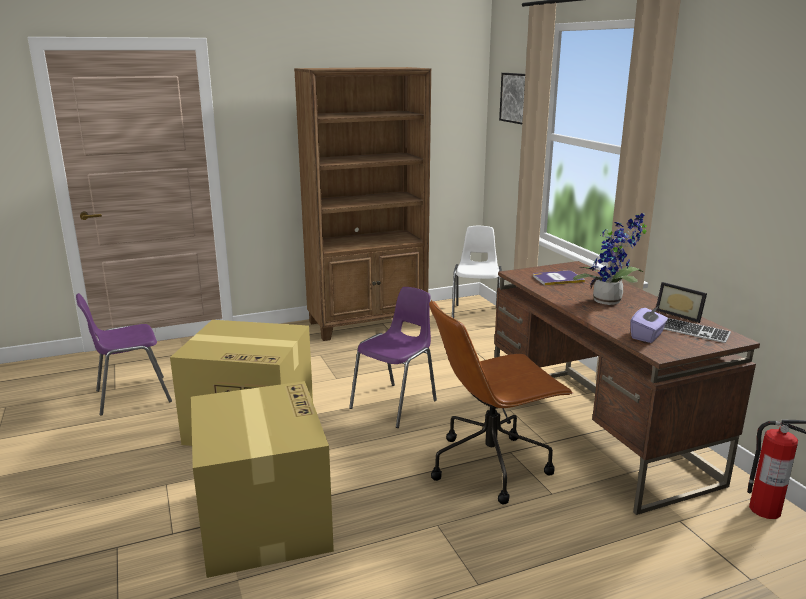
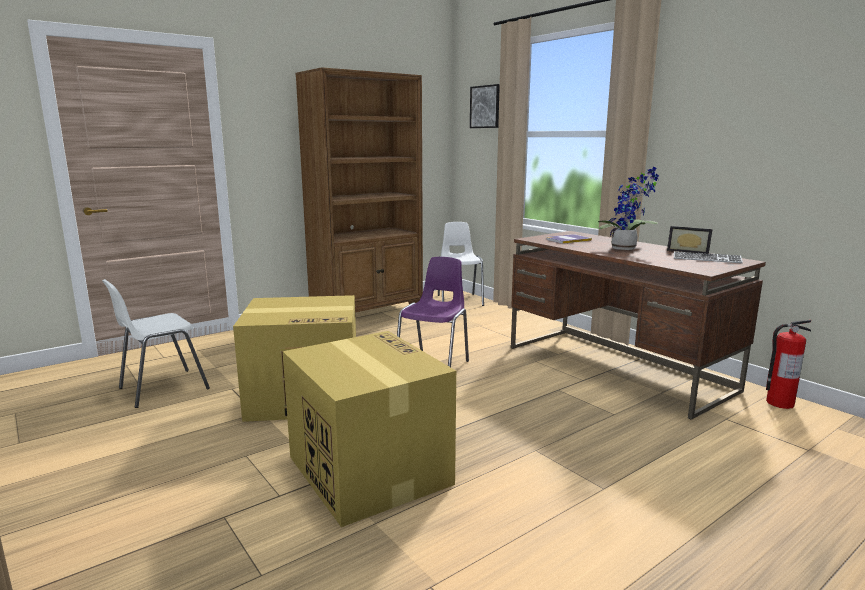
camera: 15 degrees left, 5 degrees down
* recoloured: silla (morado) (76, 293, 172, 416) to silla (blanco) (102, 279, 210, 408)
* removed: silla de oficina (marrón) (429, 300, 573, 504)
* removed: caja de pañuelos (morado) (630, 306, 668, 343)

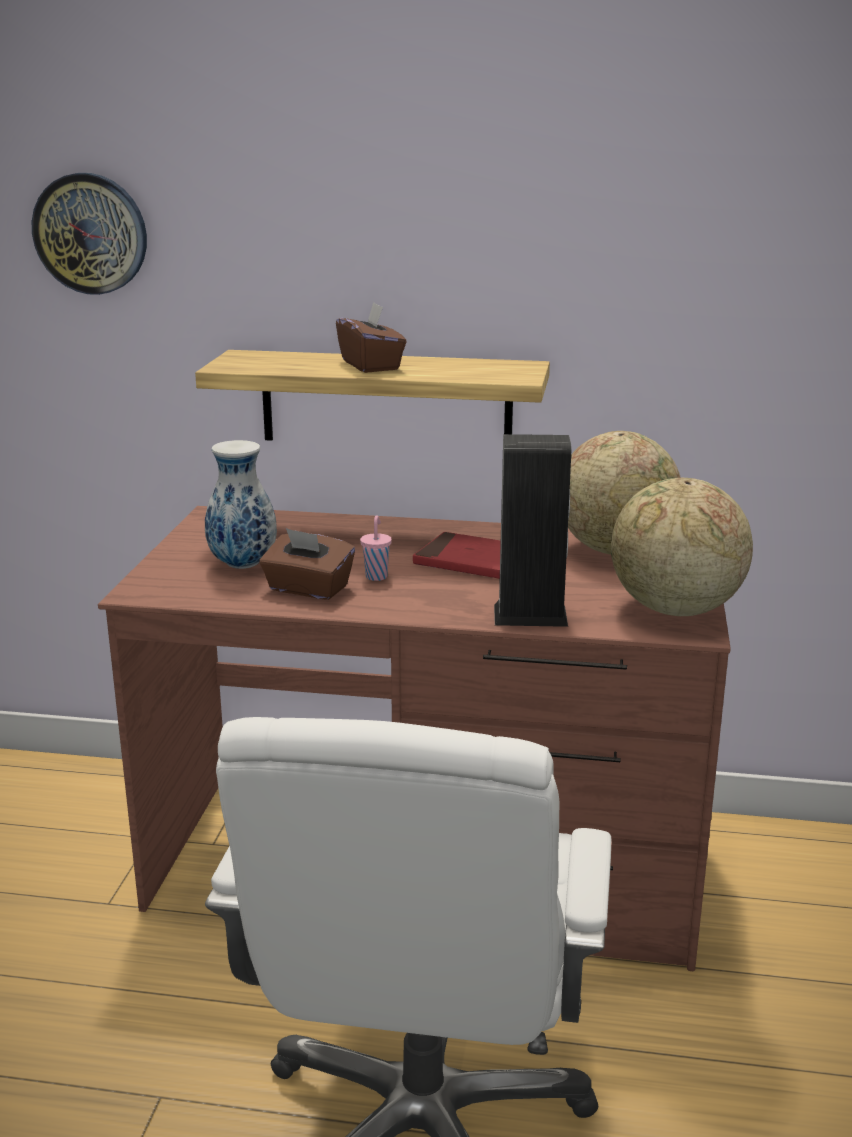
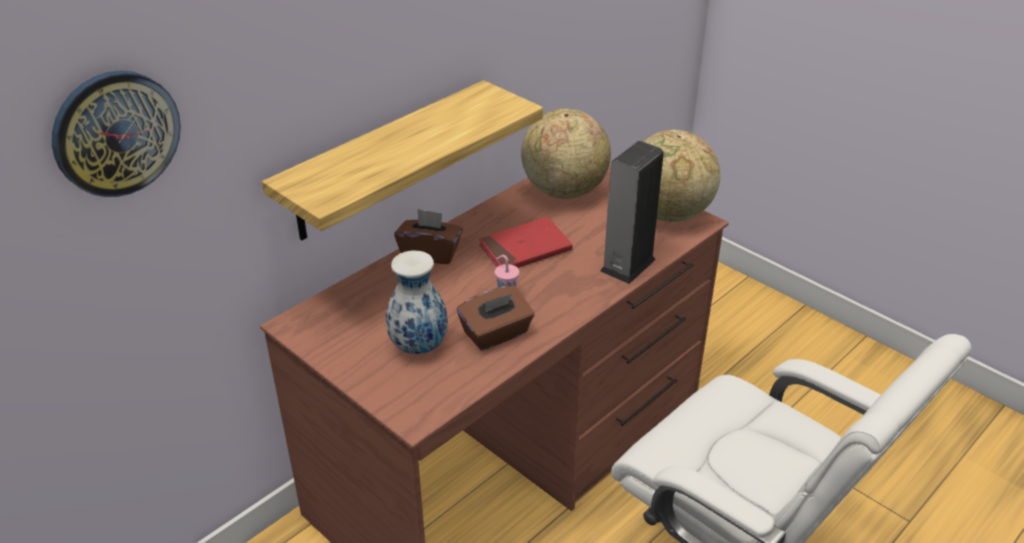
camera: 55 degrees left, 15 degrees up
* moved: caja de pañuelos (marrón) (336, 302, 407, 373) to (394, 209, 463, 264)

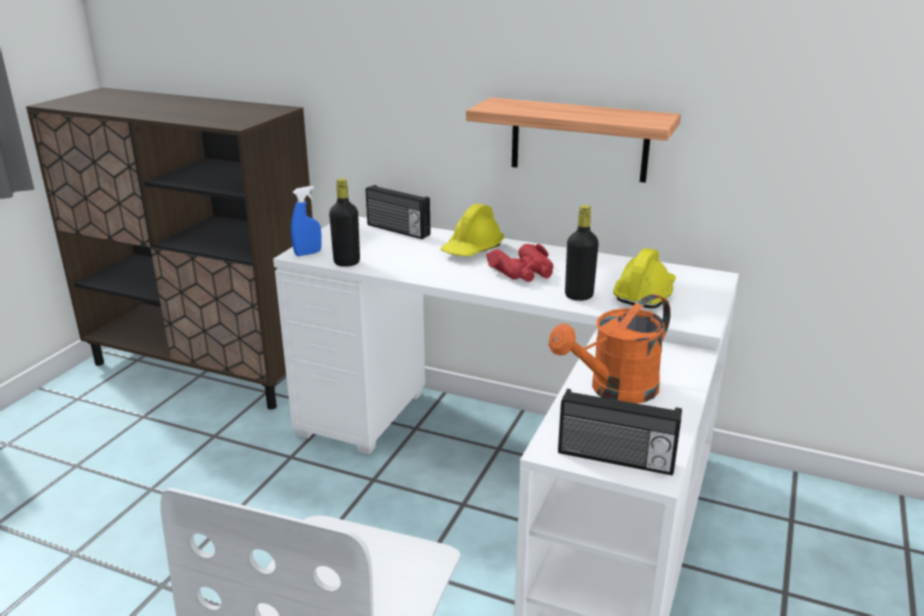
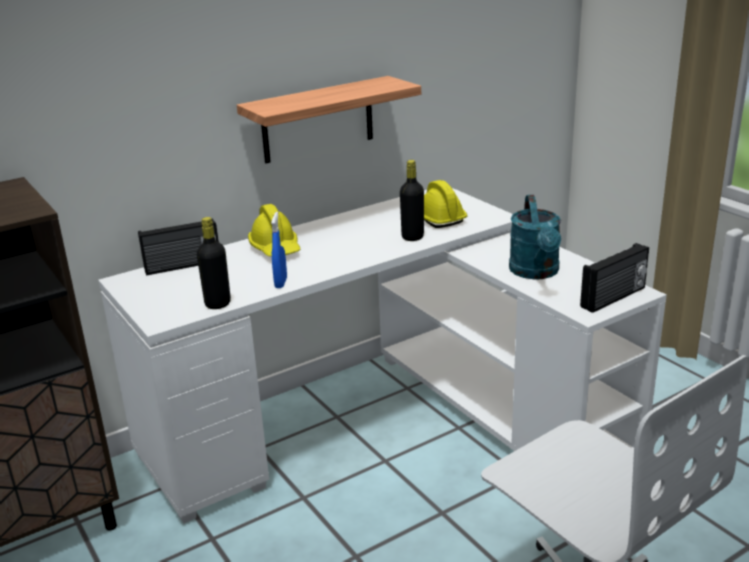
camera: 55 degrees left, 0 degrees up
* moved: pulverizador (azul) (291, 186, 322, 256) to (271, 212, 287, 288)
* removed: prismáticos (rojo) (486, 244, 553, 282)
* recoloured: regadera (naranja) (548, 294, 671, 404) to regadera (turquesa) (509, 195, 561, 279)

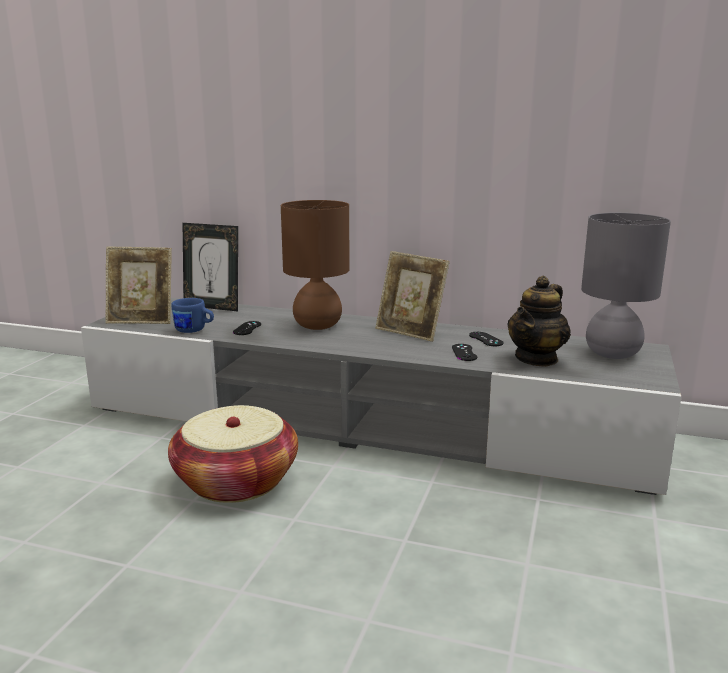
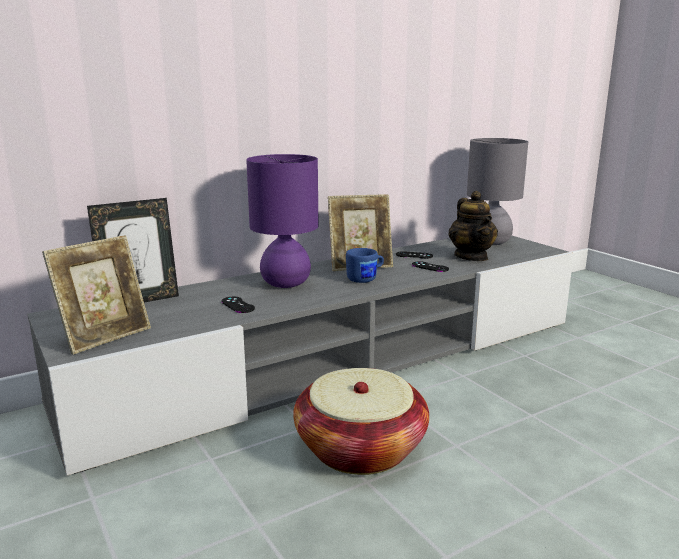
camera: 50 degrees left, 0 degrees up
* moved: taza grande (azul) (171, 298, 214, 333) to (346, 248, 384, 283)
* recoloured: lámpara de mesa (marrón) (281, 200, 350, 330) to lámpara de mesa (morado) (246, 154, 319, 288)

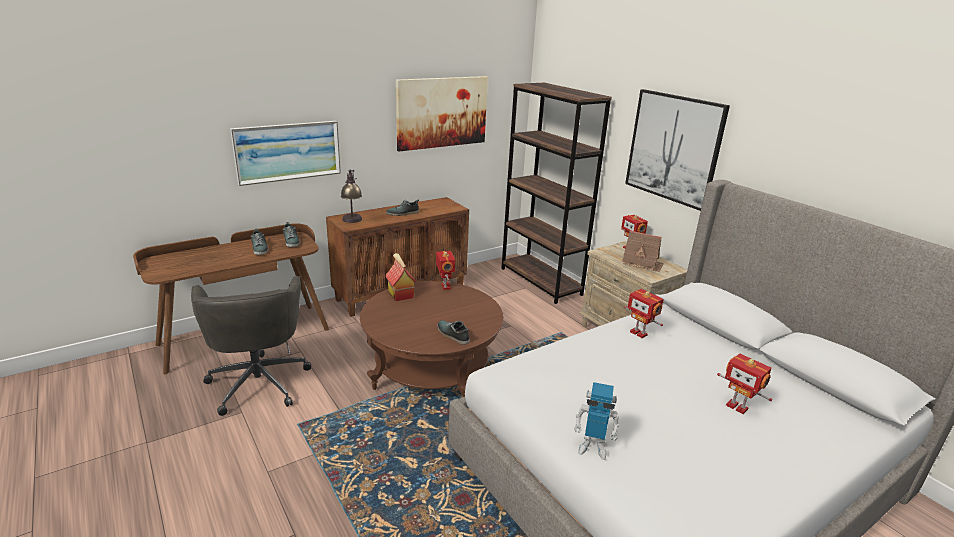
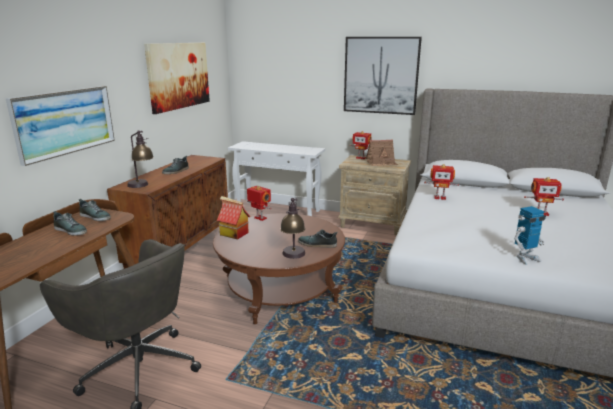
camera: 35 degrees left, 5 degrees down
* replaced: estantería (marrón) (501, 83, 612, 304) to mesa consola (blanco) (228, 141, 325, 216)
* added: lámpara de mesa (280, 198, 305, 259)

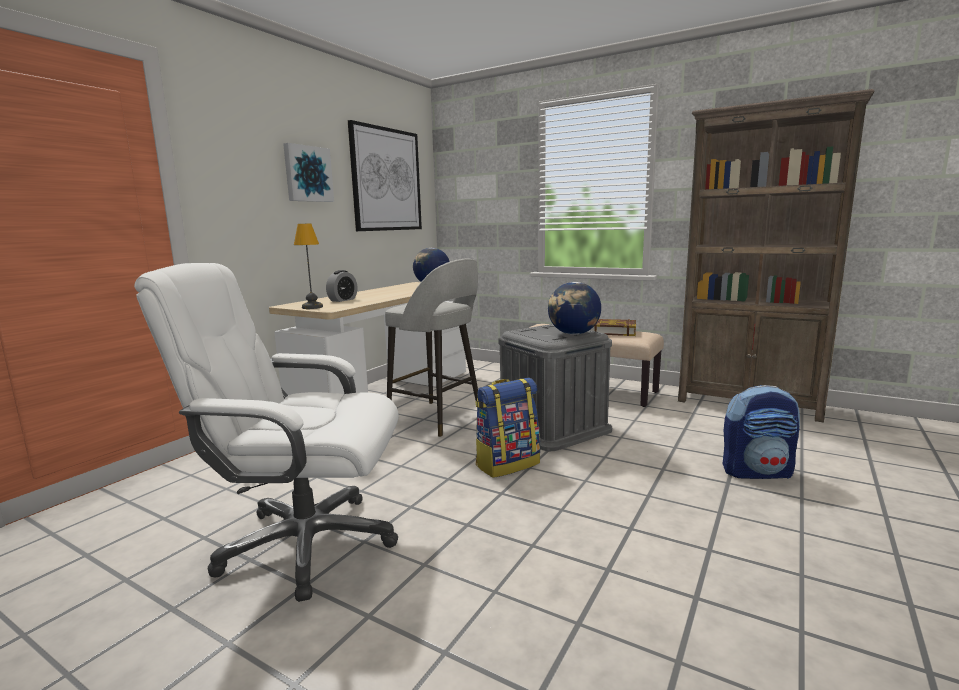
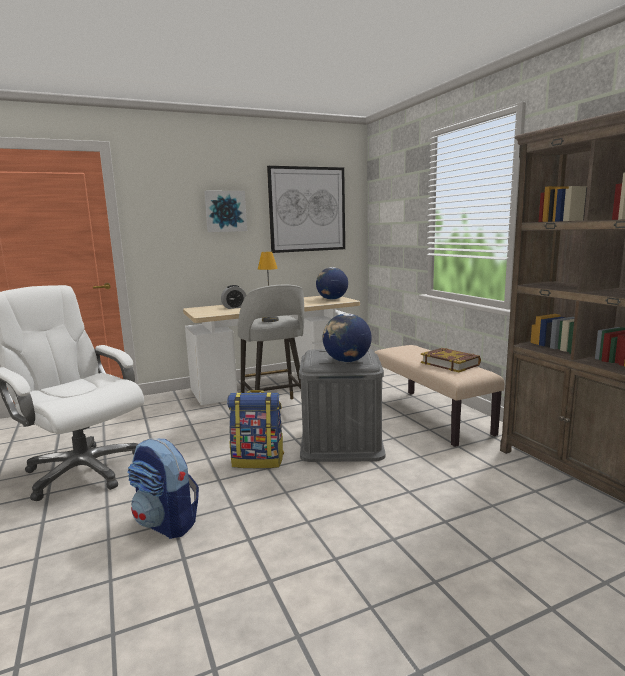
camera: 35 degrees right, 0 degrees up
* moved: lámpara de mesa (294, 224, 323, 309) to (258, 252, 279, 322)
* moved: mochila (723, 385, 800, 479) to (127, 439, 199, 539)

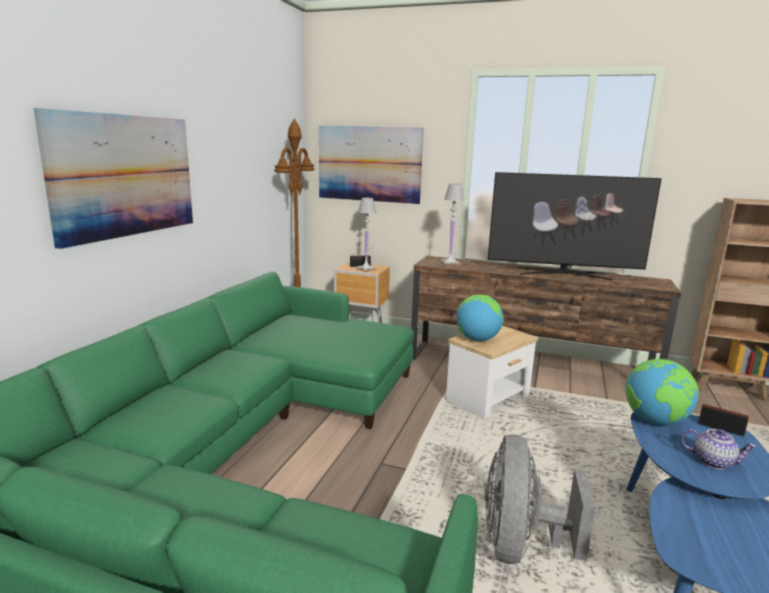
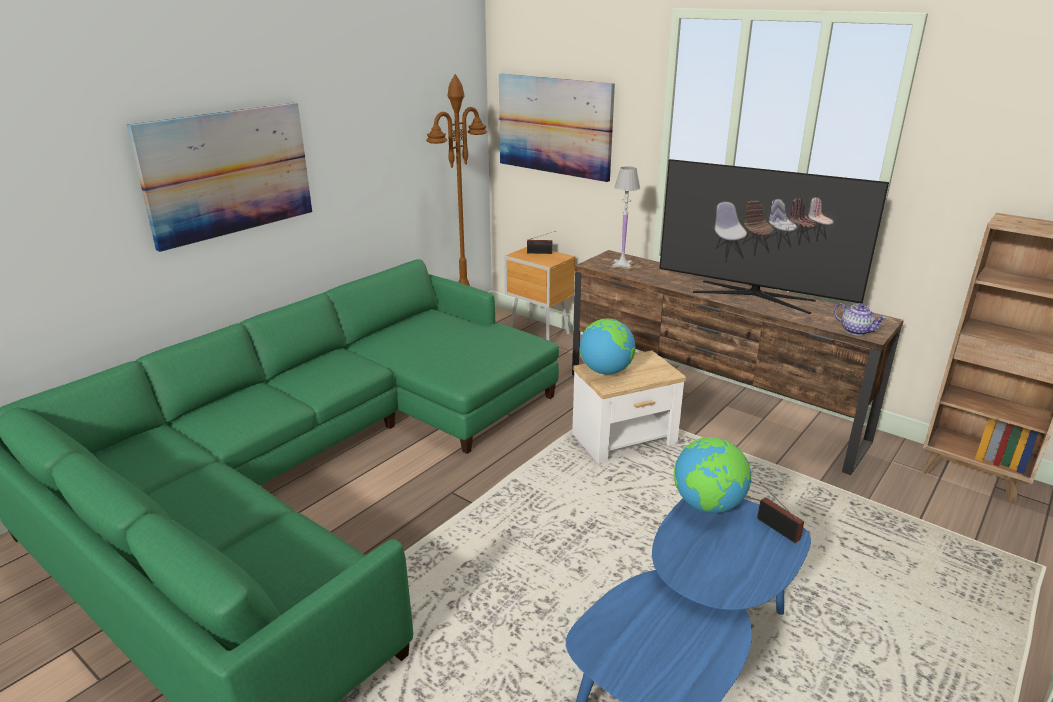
camera: 20 degrees right, 10 degrees up
* removed: lámpara de mesa (blanco) (356, 198, 376, 272)
* removed: ventilador (gris) (485, 435, 596, 564)
* moved: tetera (681, 429, 757, 469) to (834, 303, 887, 335)

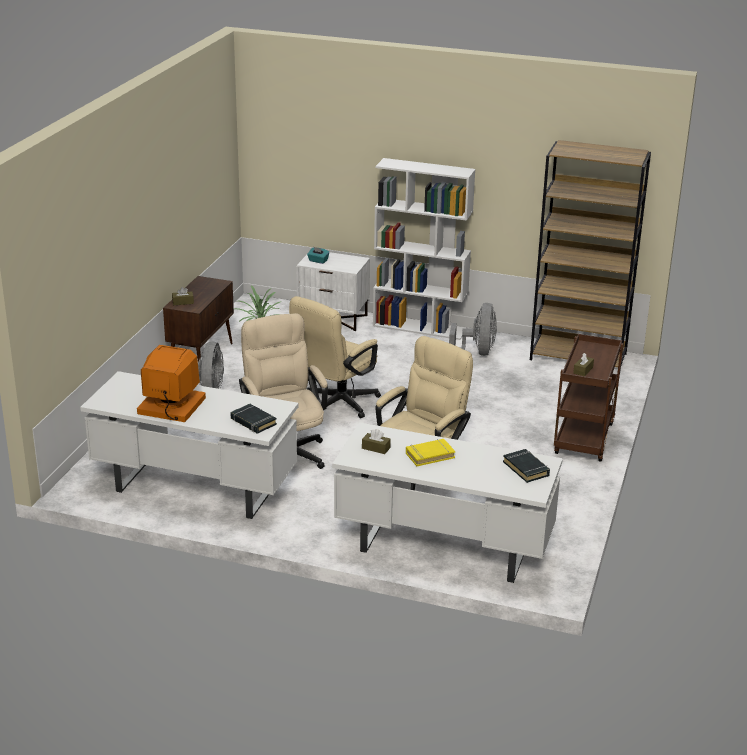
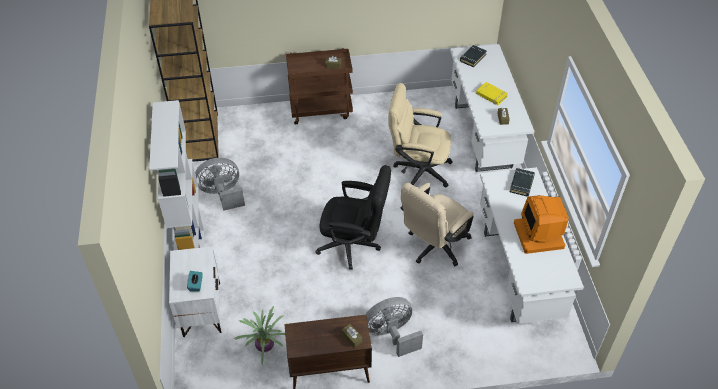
camera: 115 degrees left, 20 degrees up
* recoloured: silla de oficina (beis) (289, 296, 381, 418) to silla de oficina (negro) (315, 165, 391, 270)

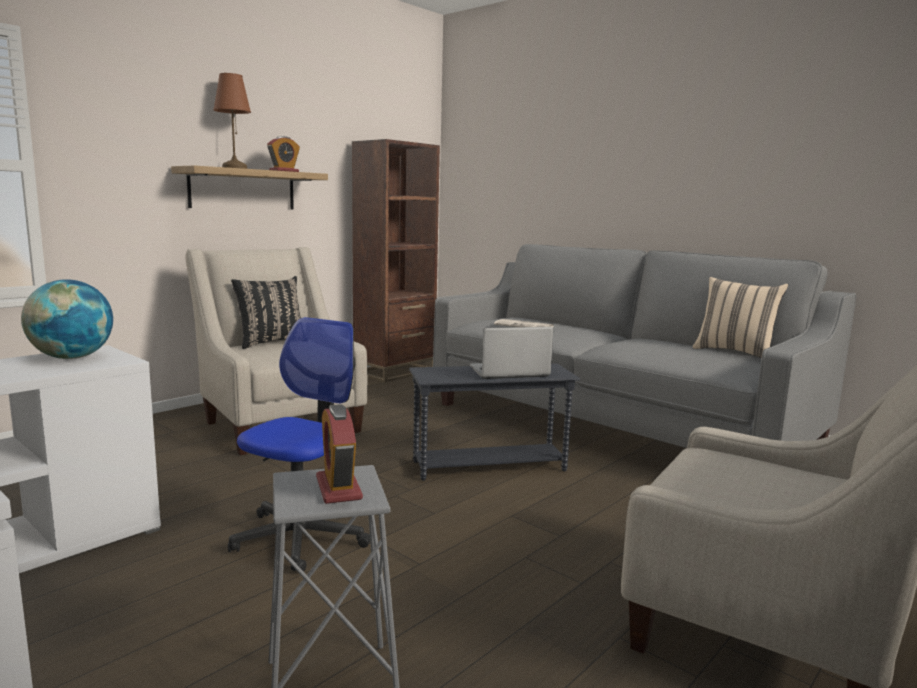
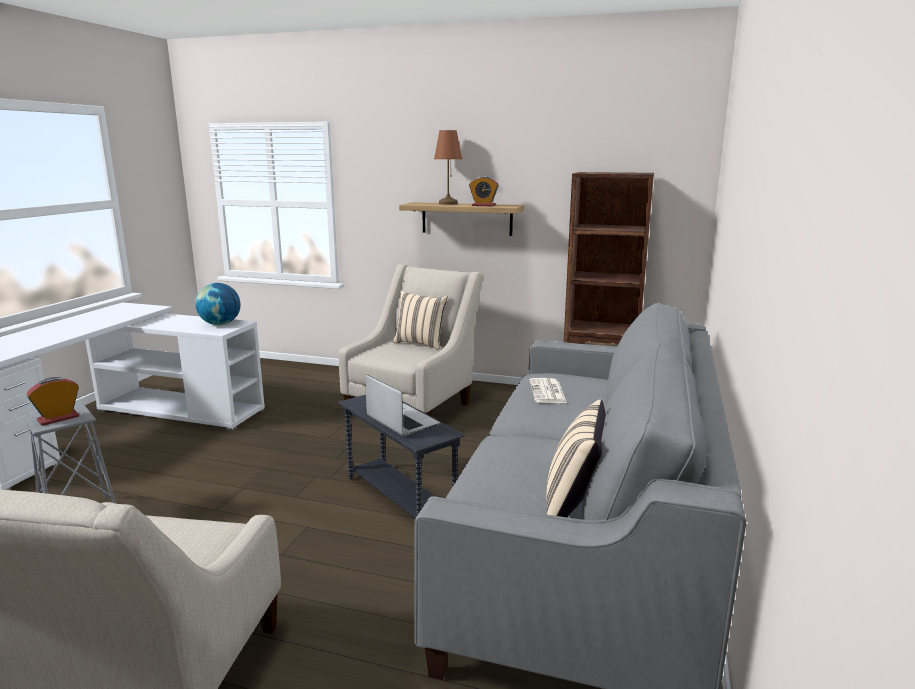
camera: 65 degrees right, 5 degrees up
* removed: silla de oficina (228, 317, 370, 572)
* recoloured: cojín (negro) (231, 276, 301, 349) to cojín (beis) (393, 291, 448, 350)

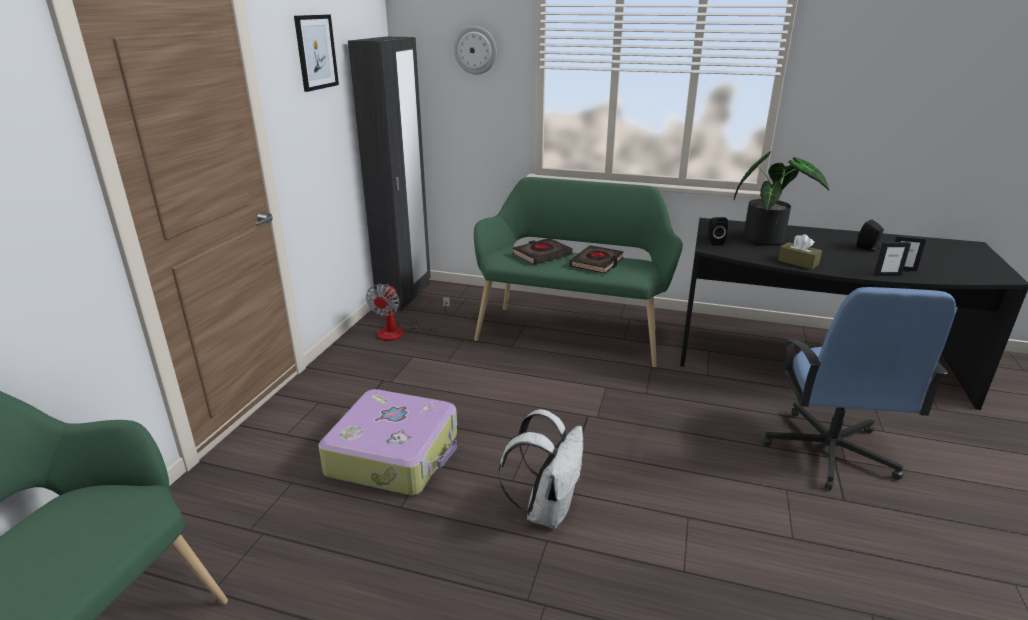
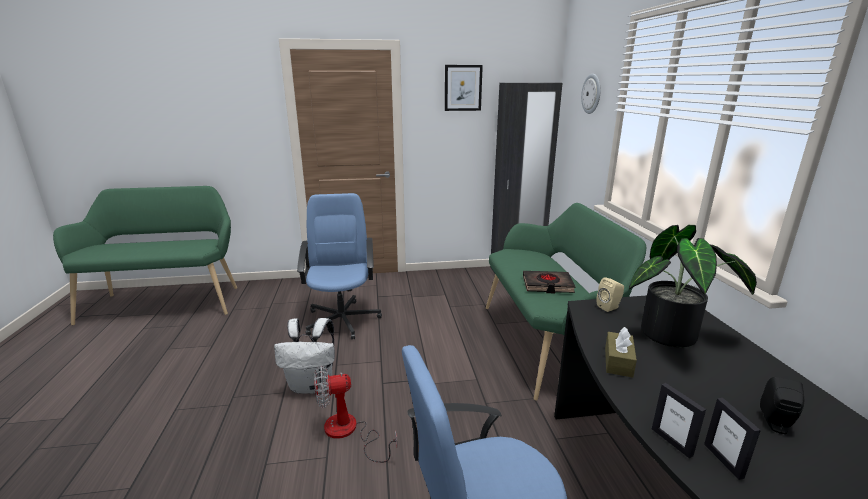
camera: 65 degrees right, 5 degrees down
* replaced: maleta (318, 389, 457, 495) to silla de oficina (azul) (297, 193, 382, 340)
* moved: ventilador (366, 284, 450, 341) to (314, 365, 397, 463)
* removed: libro (negro) (513, 238, 573, 265)
* recoloured: altavoz (negro) (708, 217, 728, 245) to altavoz (beis) (596, 277, 624, 312)

